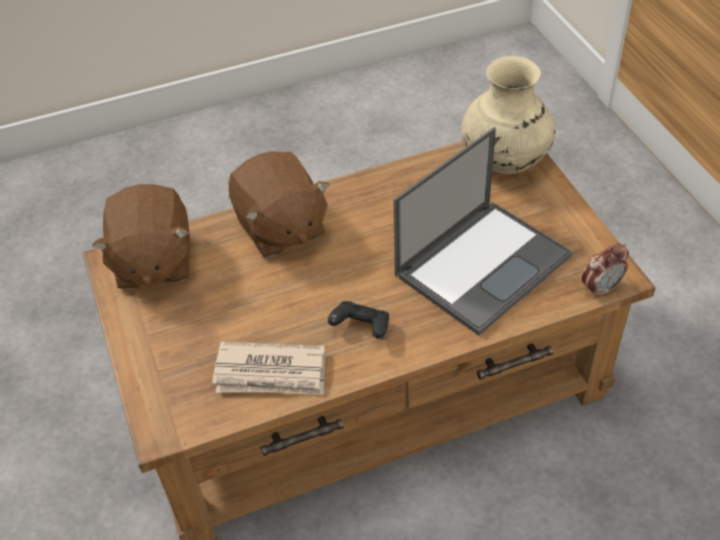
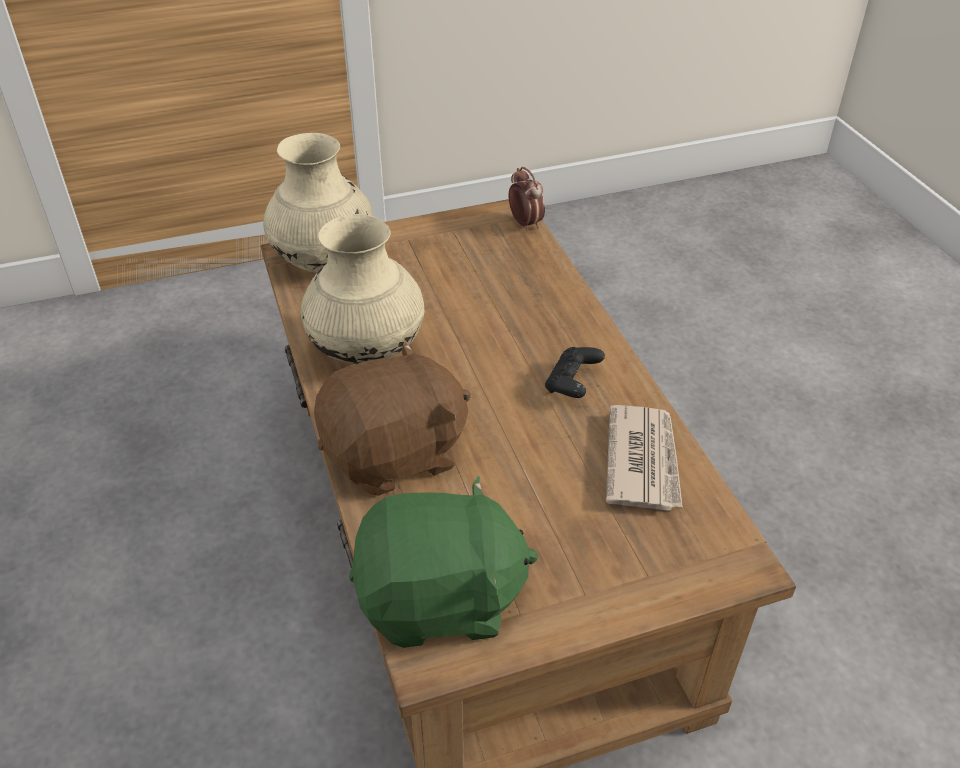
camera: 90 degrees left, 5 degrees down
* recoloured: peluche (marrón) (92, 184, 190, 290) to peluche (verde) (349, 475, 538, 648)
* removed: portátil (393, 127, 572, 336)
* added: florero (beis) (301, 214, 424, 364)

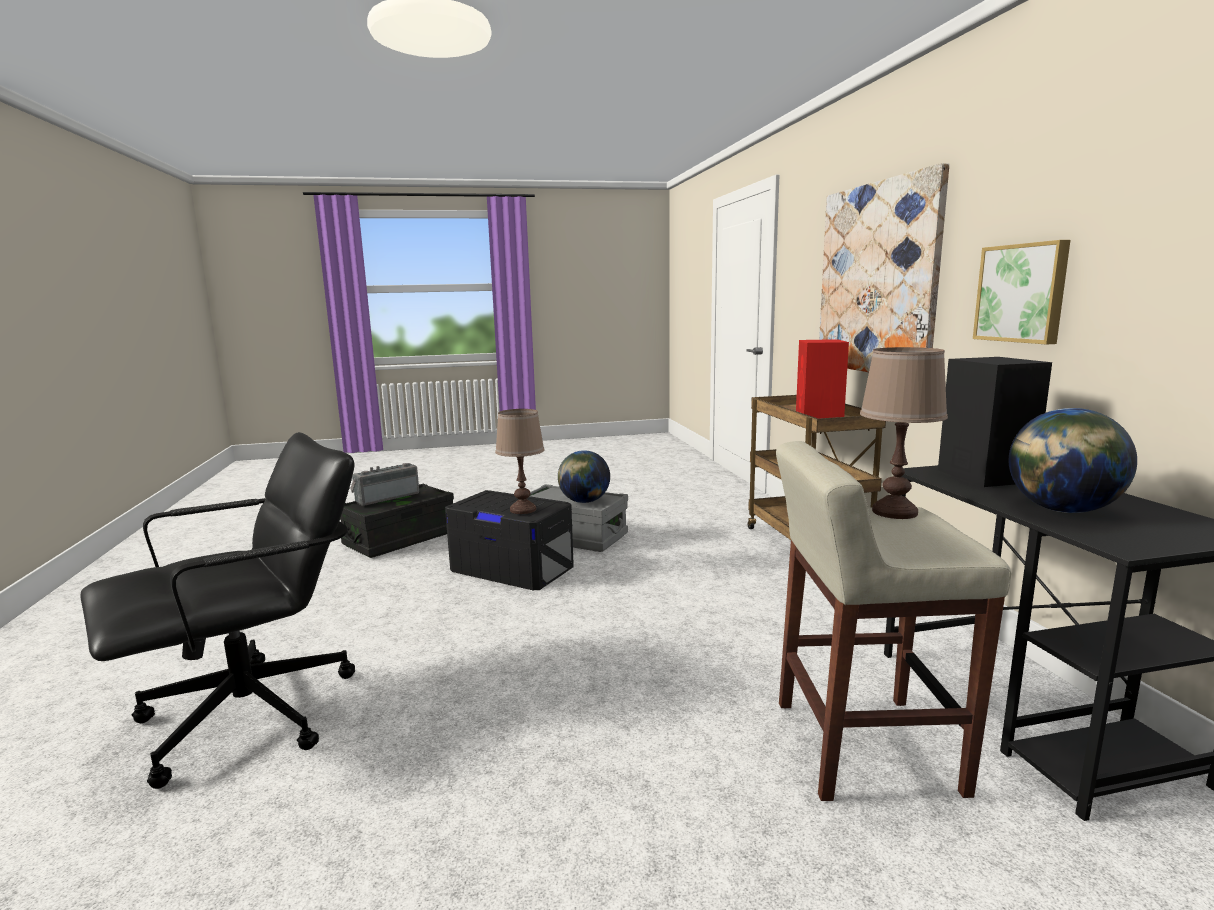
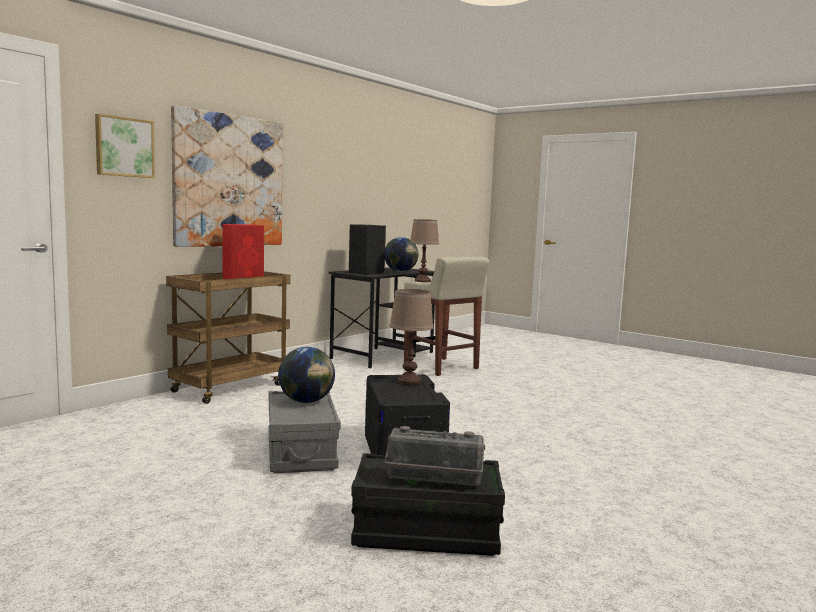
camera: 130 degrees left, 5 degrees down
* removed: silla de oficina (negro) (81, 432, 355, 789)
* moved: cuadro (973, 240, 1070, 344) to (95, 114, 155, 178)

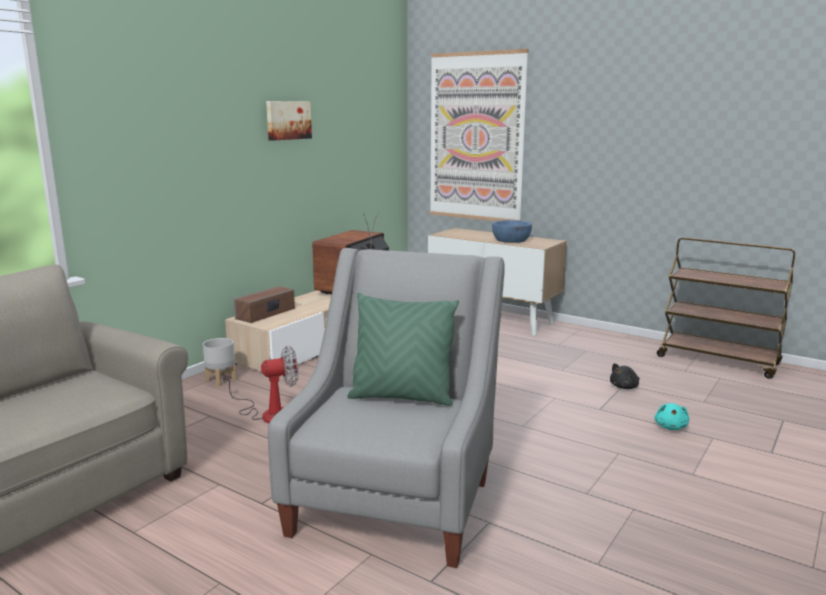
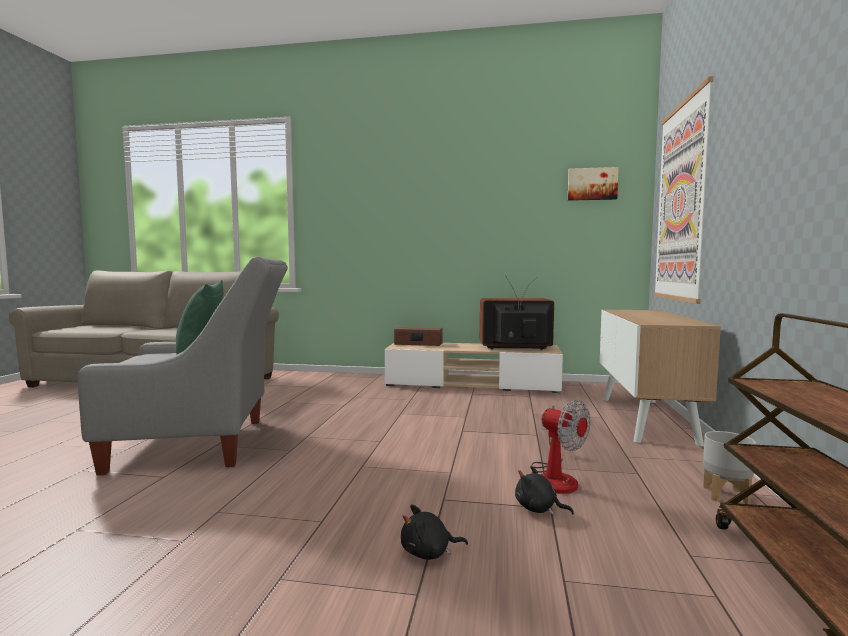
camera: 65 degrees right, 10 degrees down
* moved: maceta (gris) (203, 338, 236, 387) to (703, 431, 756, 504)
* moved: ventilador (222, 346, 298, 423) to (531, 399, 590, 494)
* moved: cuadro (266, 101, 312, 141) to (568, 167, 619, 201)
* removed: cuenco (azul) (492, 220, 532, 243)
* recoloured: peluche (turquesa) (654, 403, 689, 430) to peluche (negro) (401, 504, 468, 560)

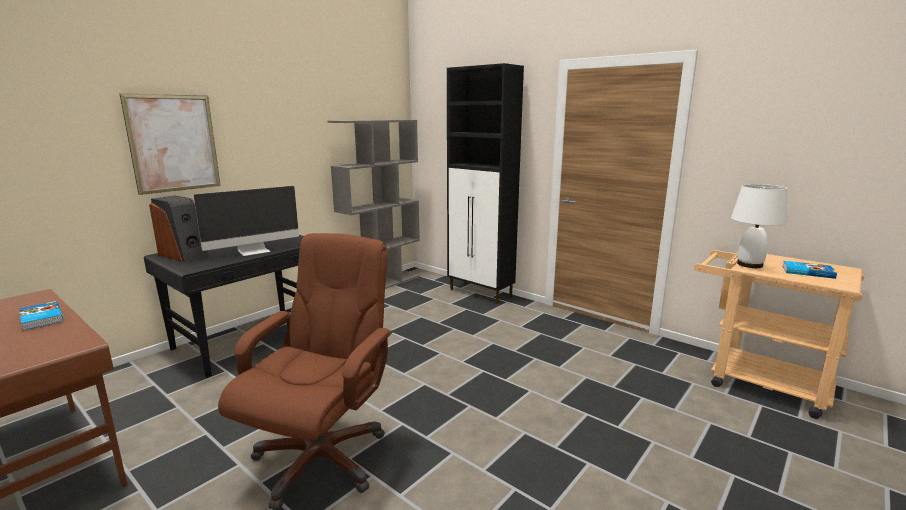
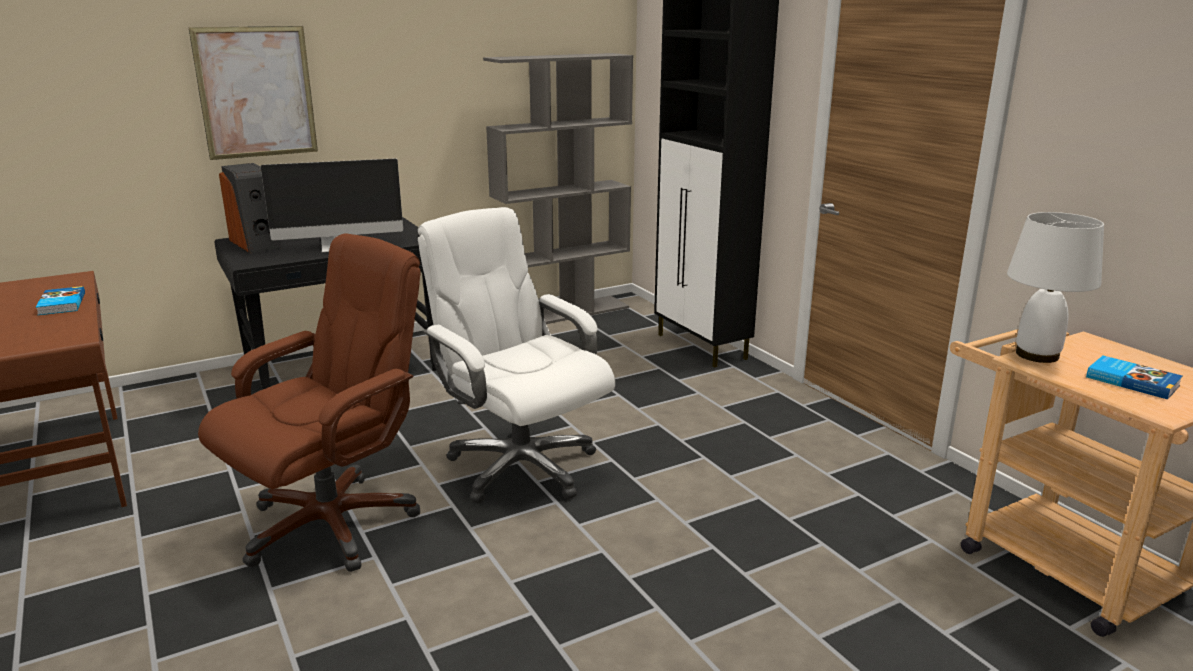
camera: 20 degrees right, 5 degrees up
* added: silla de oficina (blanco) (418, 207, 615, 503)

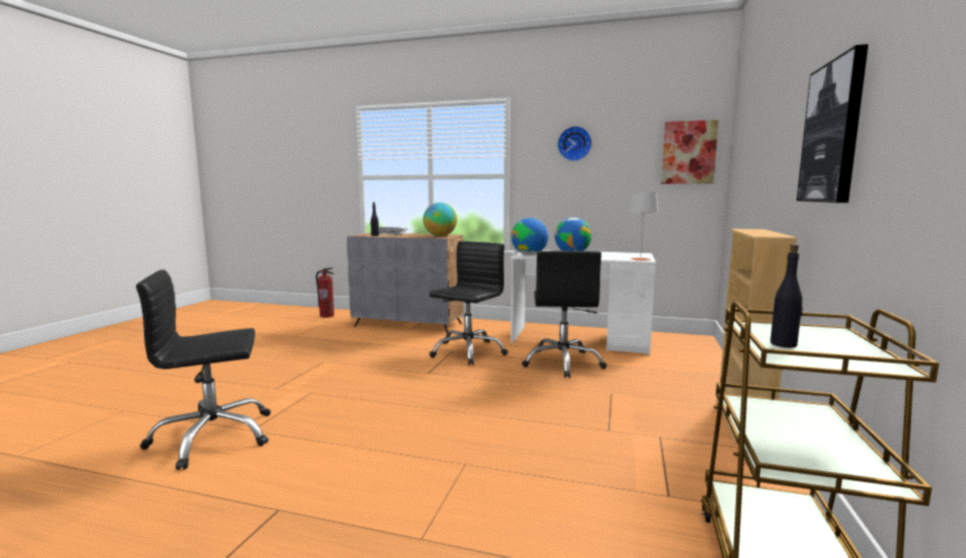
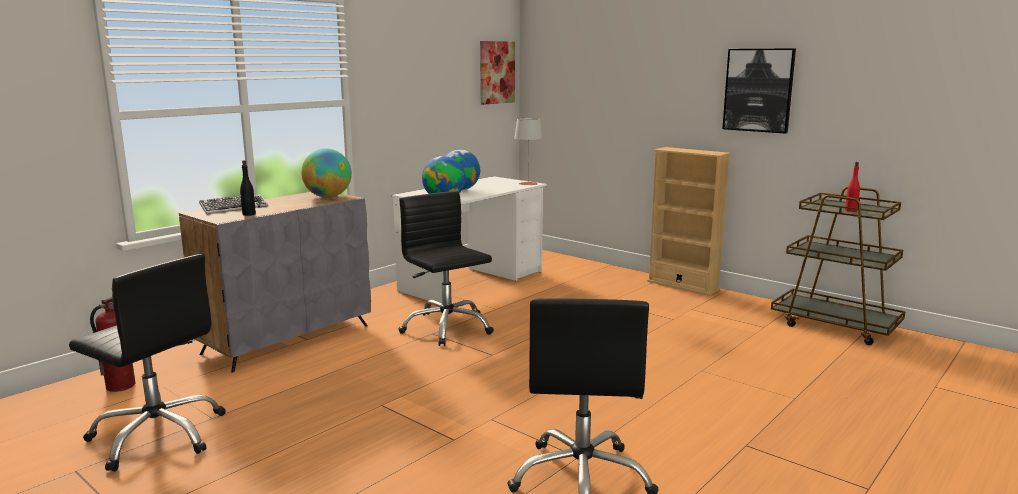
camera: 65 degrees left, 5 degrees up
* moved: silla de oficina (negro) (522, 251, 607, 378) to (69, 254, 226, 471)
* removed: reloj de pared (557, 126, 592, 161)
* recoloured: botella (negro) (770, 244, 803, 348) to botella (rojo) (845, 162, 860, 212)

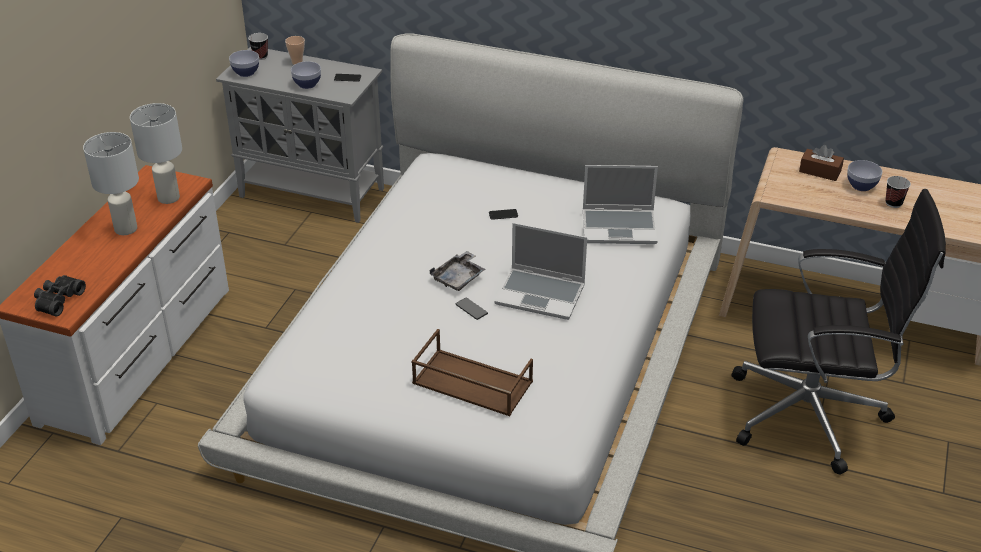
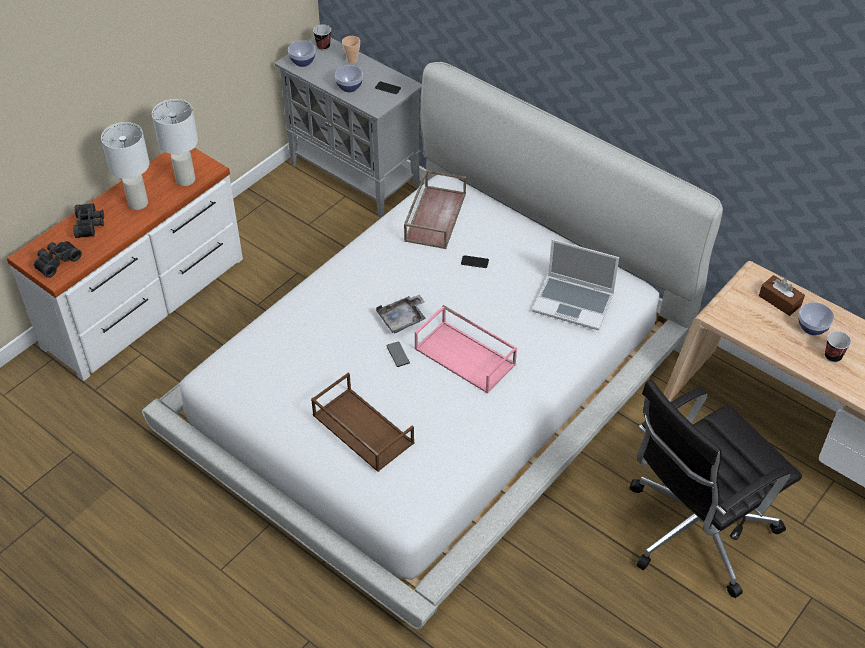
camera: 20 degrees right, 10 degrees up
* replaced: portátil (495, 223, 587, 320) to bandeja (rosa) (415, 305, 517, 394)
* turned: silla de oficina (negro) (731, 189, 946, 475) = (630, 379, 802, 598) 120 degrees clockwise
* added: prismáticos (negro) (73, 203, 104, 238)
* added: bandeja (marrón) (404, 170, 466, 249)

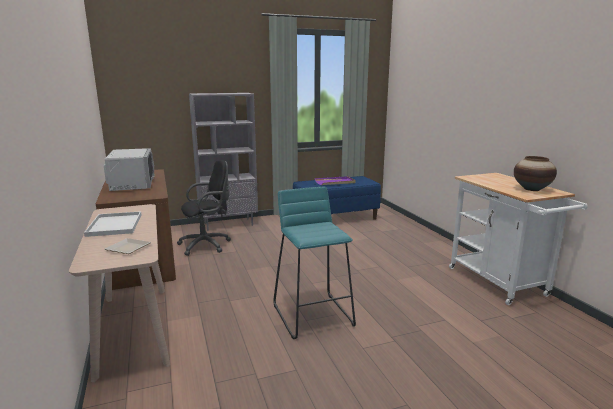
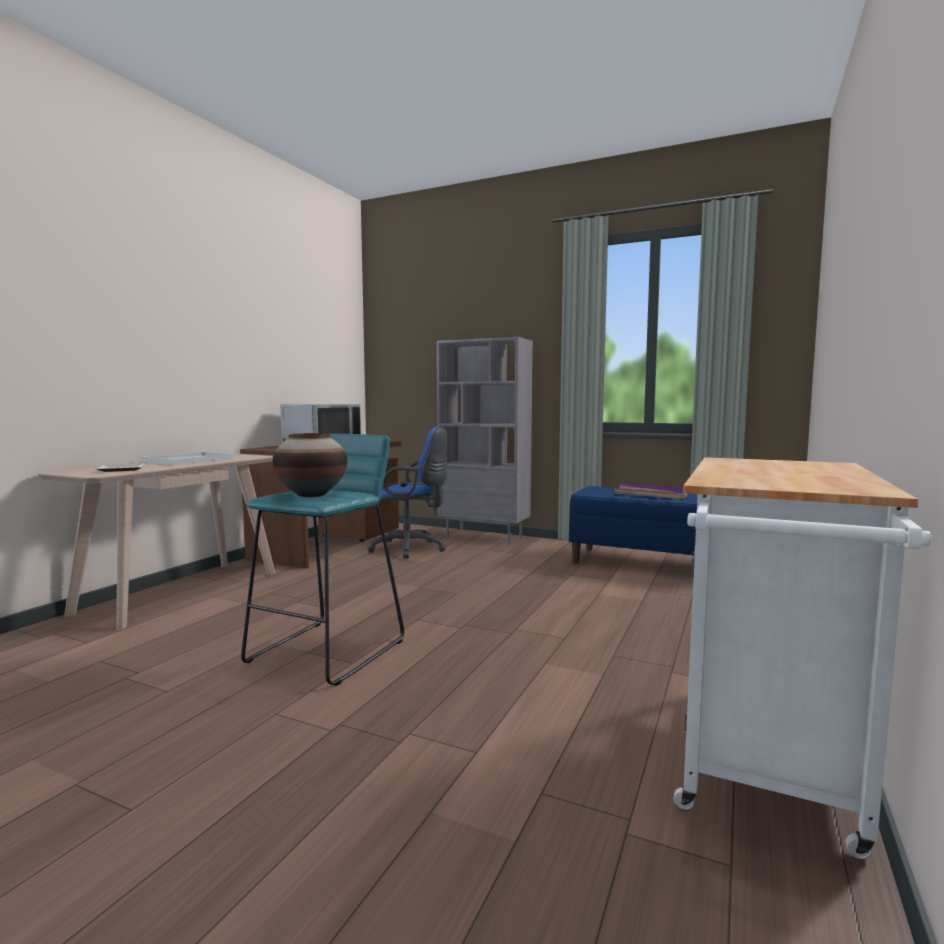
camera: 45 degrees right, 10 degrees down
* recoloured: silla de oficina (negro) (177, 160, 231, 256) to silla de oficina (azul) (367, 427, 447, 559)
* moved: florero (514, 156, 557, 191) to (273, 433, 347, 497)

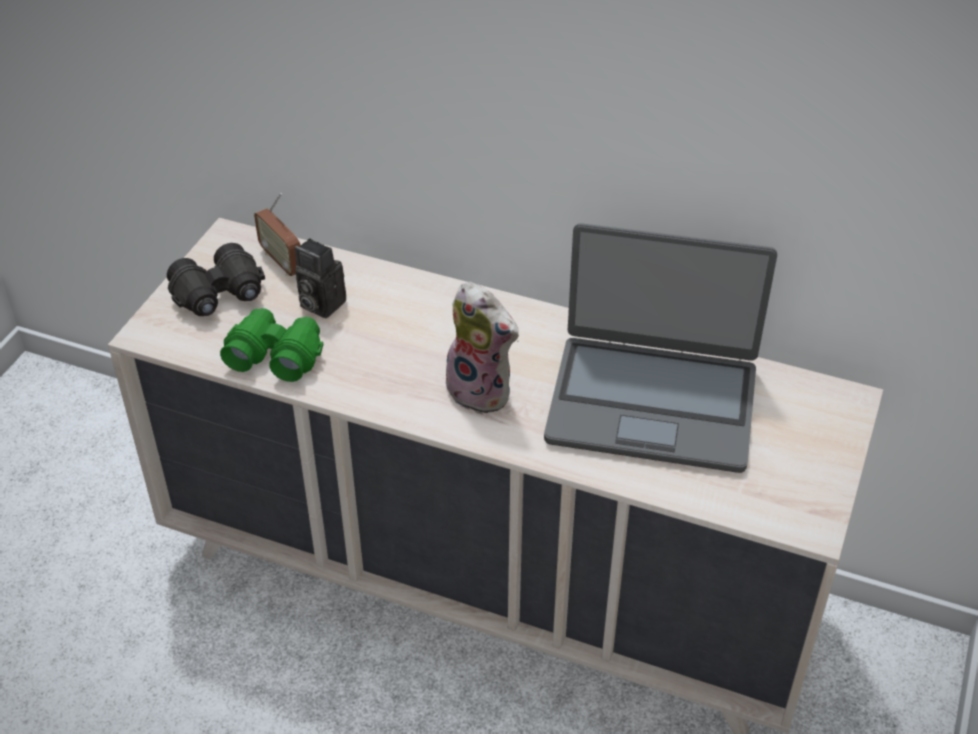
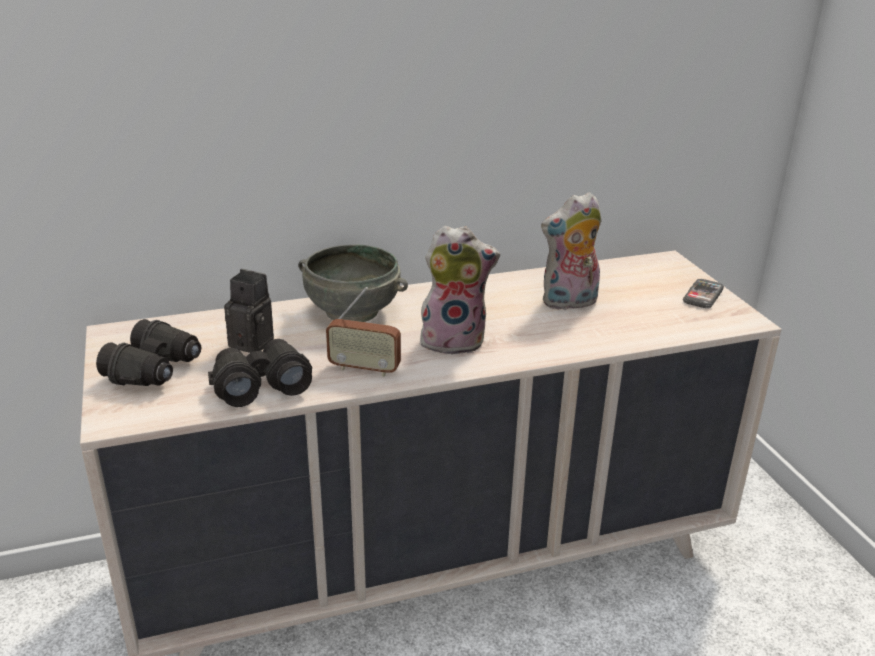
camera: 40 degrees left, 15 degrees down
* recoloured: prismáticos (verde) (220, 308, 323, 382) to prismáticos (negro) (208, 339, 312, 407)
* moved: radio (254, 193, 301, 276) to (326, 287, 401, 377)
* turned: cámara (295, 238, 346, 319) = (224, 269, 274, 353) 150 degrees counterclockwise
* replaced: portátil (544, 223, 777, 473) to peluche (541, 192, 602, 311)
* added: cuenco (gris) (298, 244, 408, 322)
* added: móvil (683, 279, 724, 308)

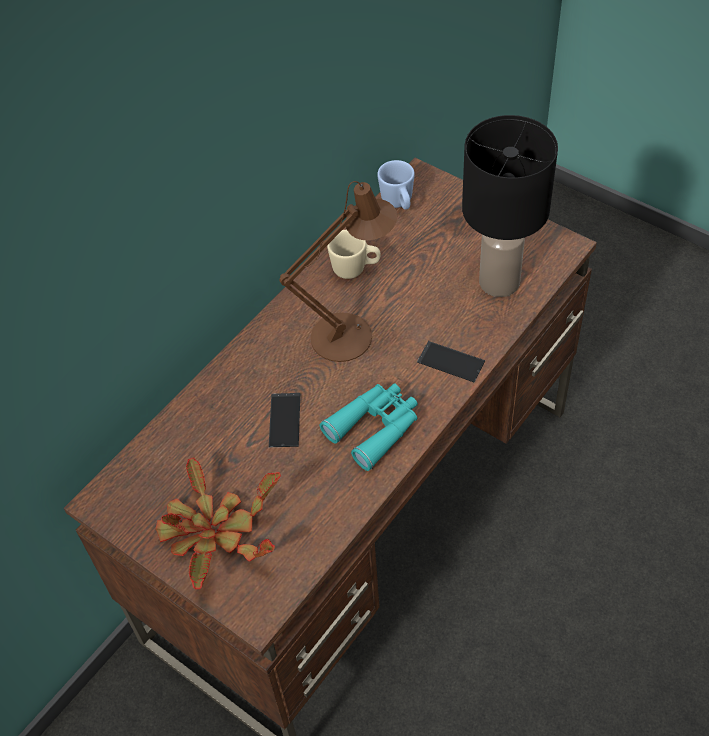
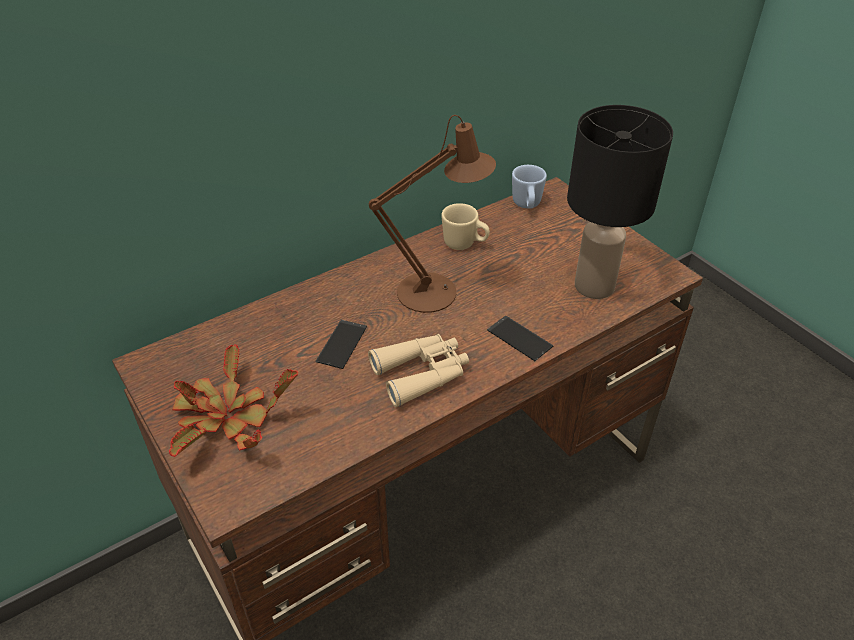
camera: 15 degrees right, 10 degrees down
* recoloured: prismáticos (turquesa) (319, 383, 418, 471) to prismáticos (beis) (368, 334, 469, 407)

